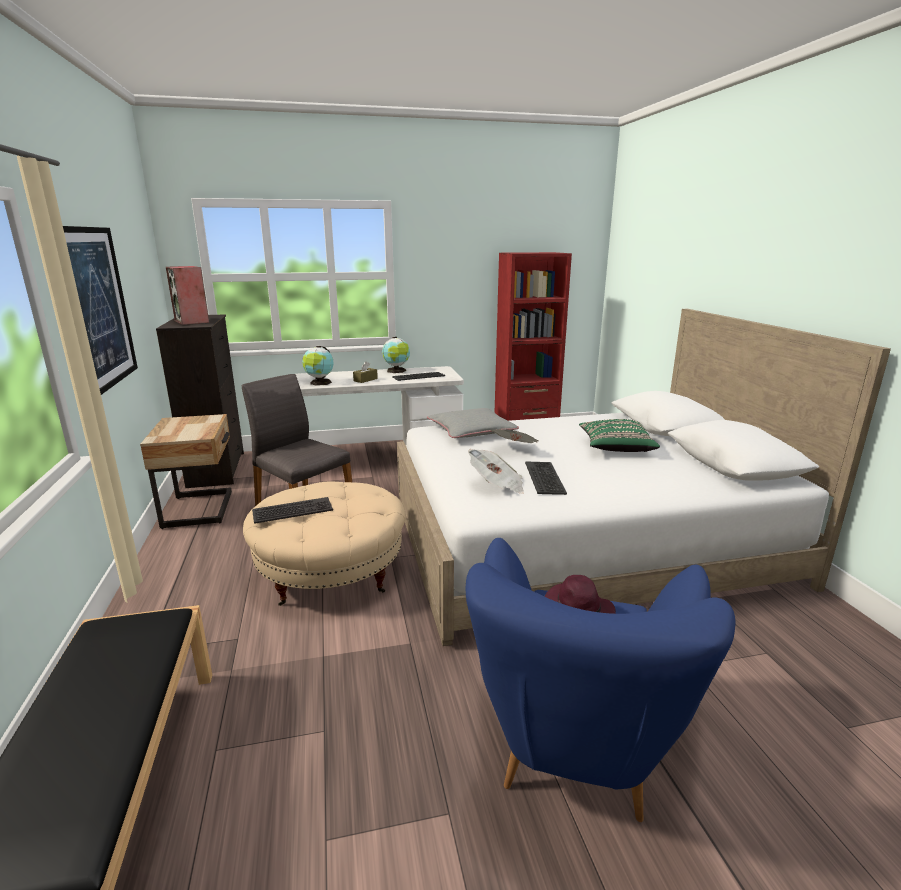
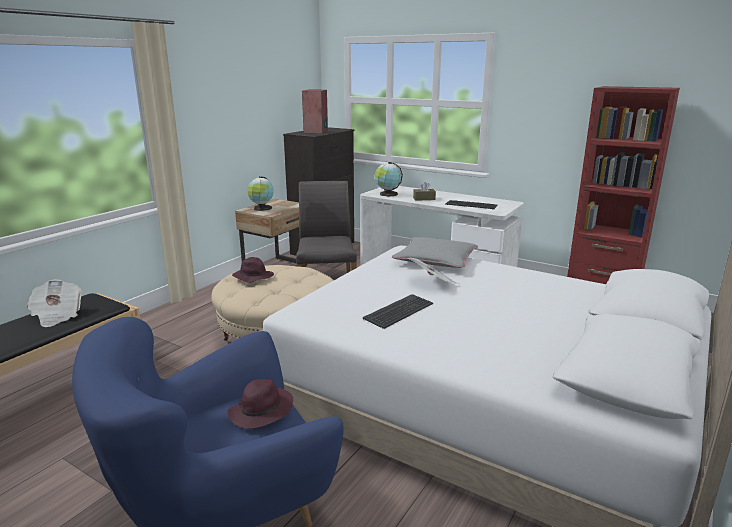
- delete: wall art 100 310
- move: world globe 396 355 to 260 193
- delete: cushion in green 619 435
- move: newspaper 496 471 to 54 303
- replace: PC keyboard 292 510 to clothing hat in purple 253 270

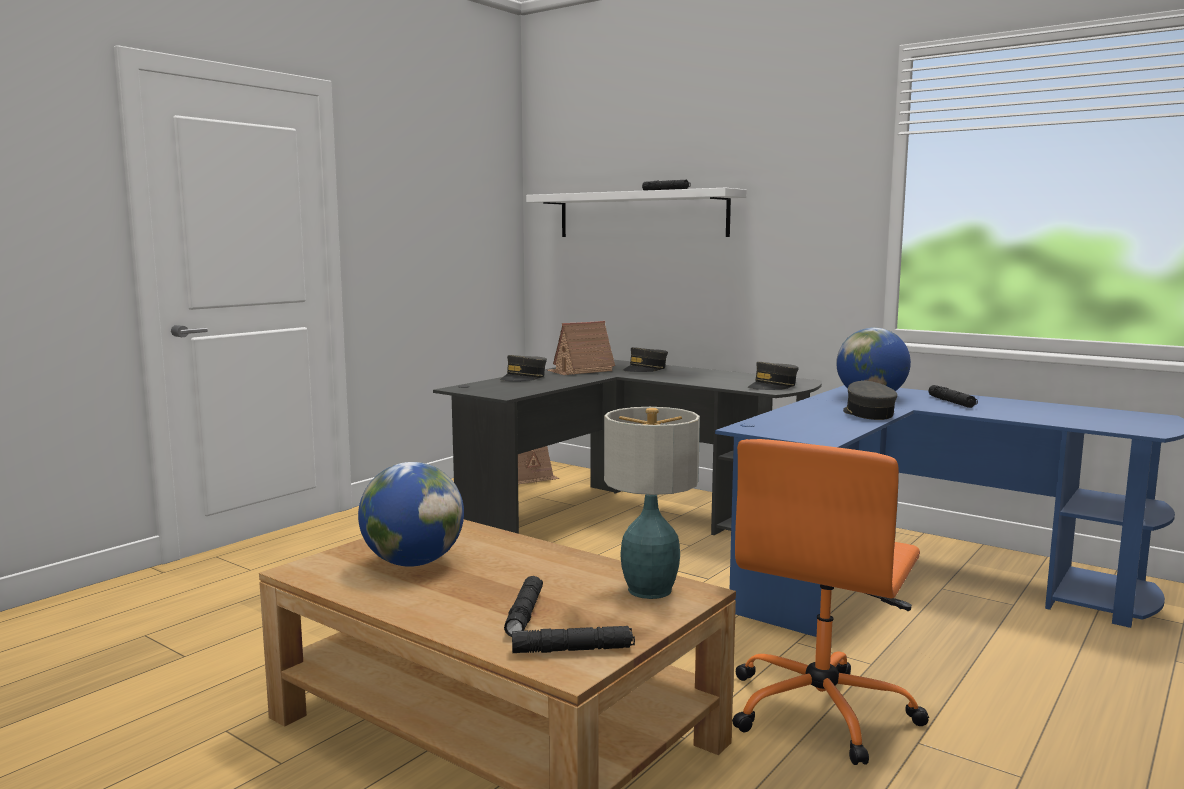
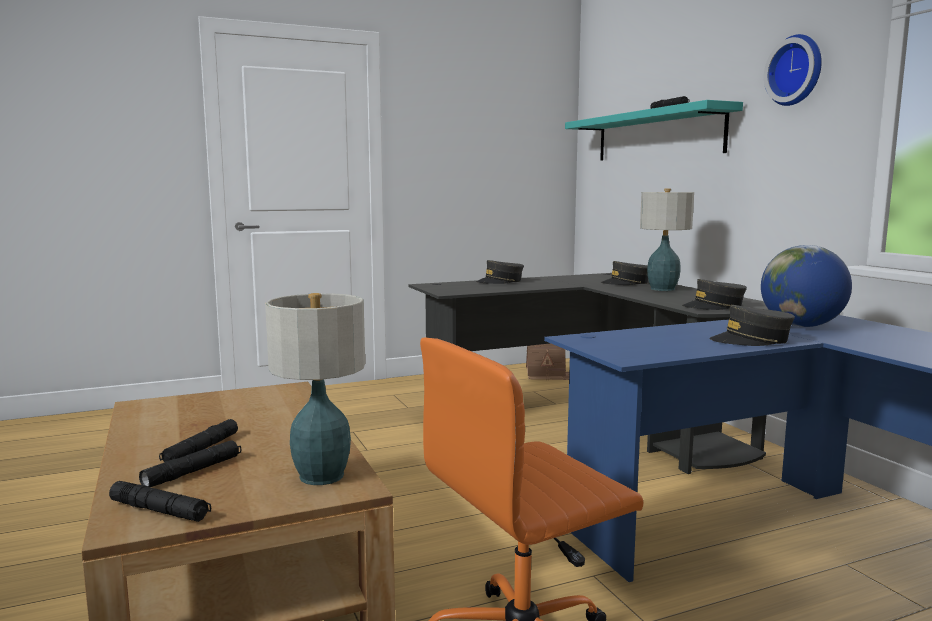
- recolor: wall shelf in white-coloured 636 212 to wall shelf in turquoise-coloured 654 130
- delete: model house 581 348
- rotate: cap in gray 870 400 = 752 325 120 degrees counterclockwise
- move: hand torch in black-coloured 953 396 to 198 440
- delete: world globe 411 514
- insert: wall clock 793 70
- insert: lamp for a table 667 239

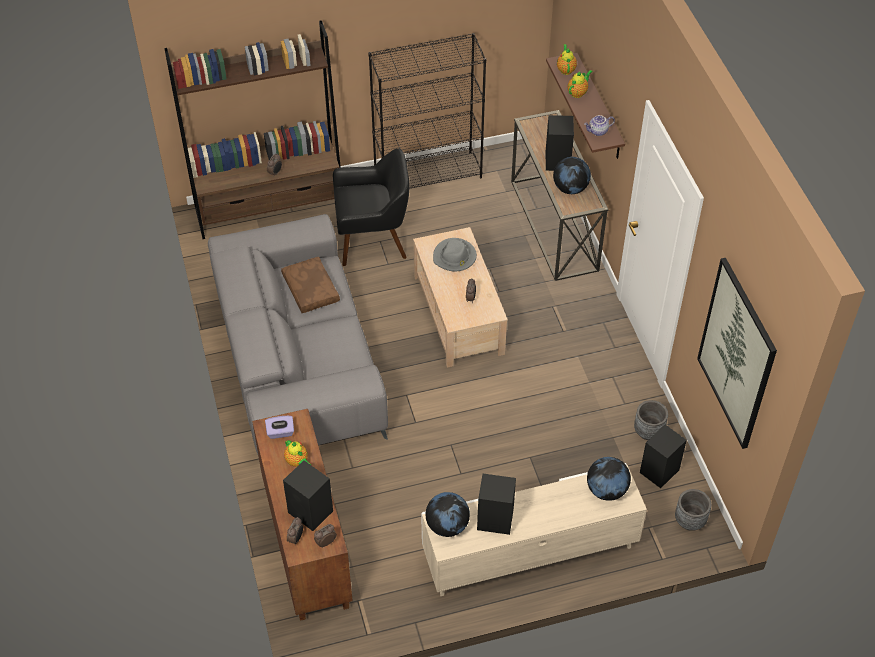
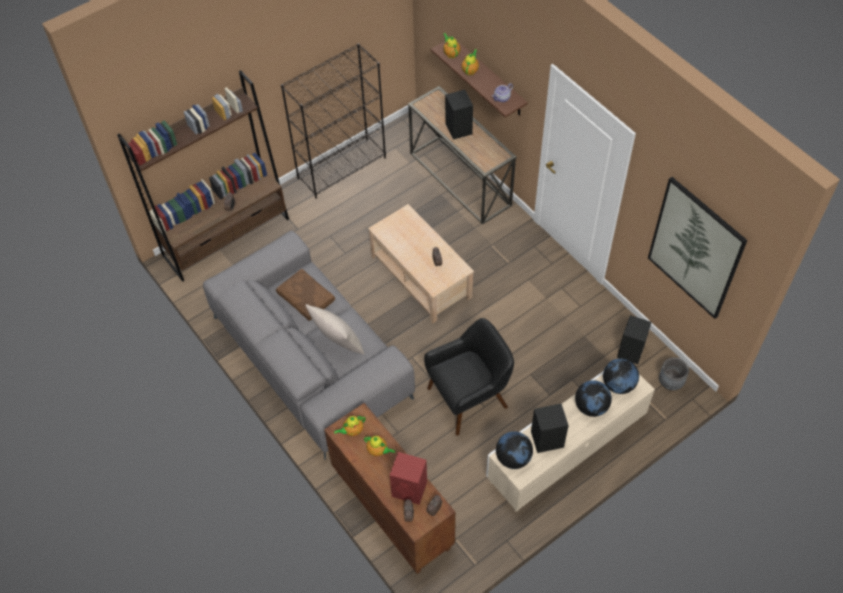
- move: armchair in black-coloured 371 207 to 469 376
- move: world globe 572 175 to 593 398
- delete: clothing hat in gray 455 254
- delete: planter in gray 651 420
- replace: tissue holder in purple 279 427 to tea pot 350 426
- recolor: audio speaker in black-coloured 308 495 to audio speaker in reddish 408 478
- insert: cushion in sand-coloured 334 329

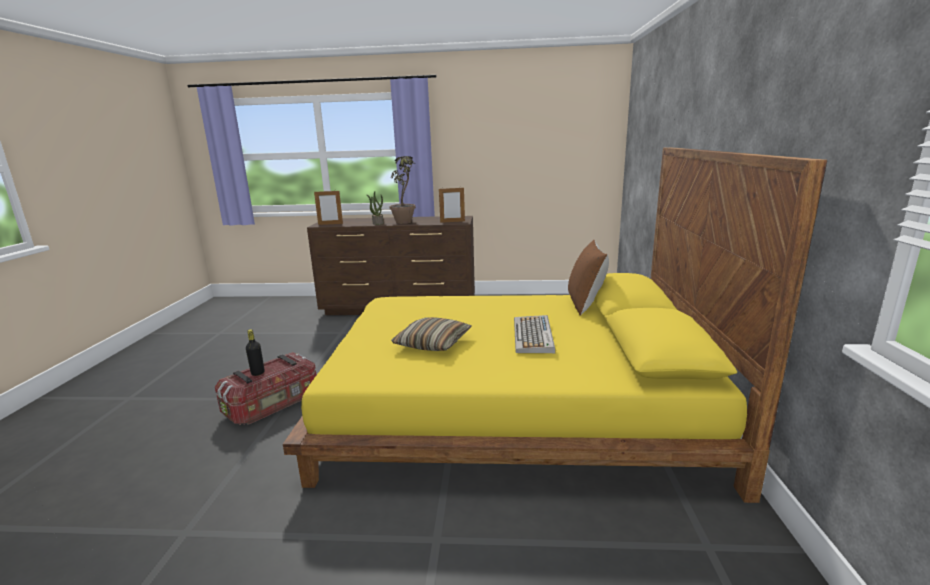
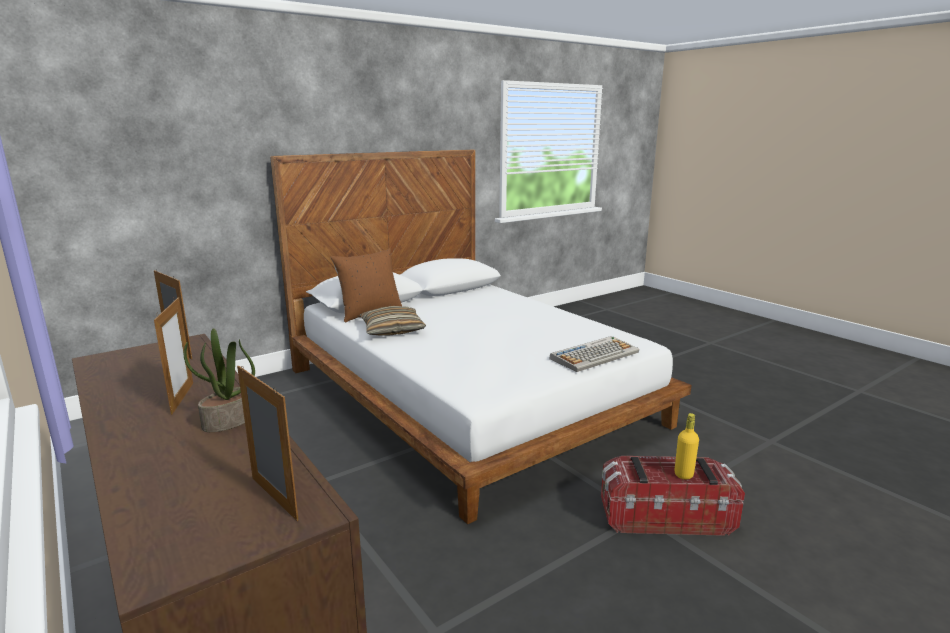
- recolor: sleeping bed in yellow 555 325 to sleeping bed in white-coloured 481 336
- replace: houseplant 402 190 to standing frame 173 356
- move: PC keyboard 534 334 to 594 354
- move: cushion 431 334 to 393 321
- recolor: bottle in black-coloured 255 352 to bottle in yellow 687 446

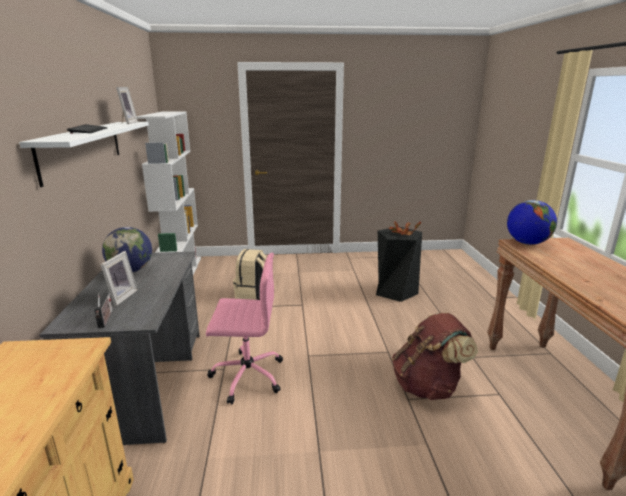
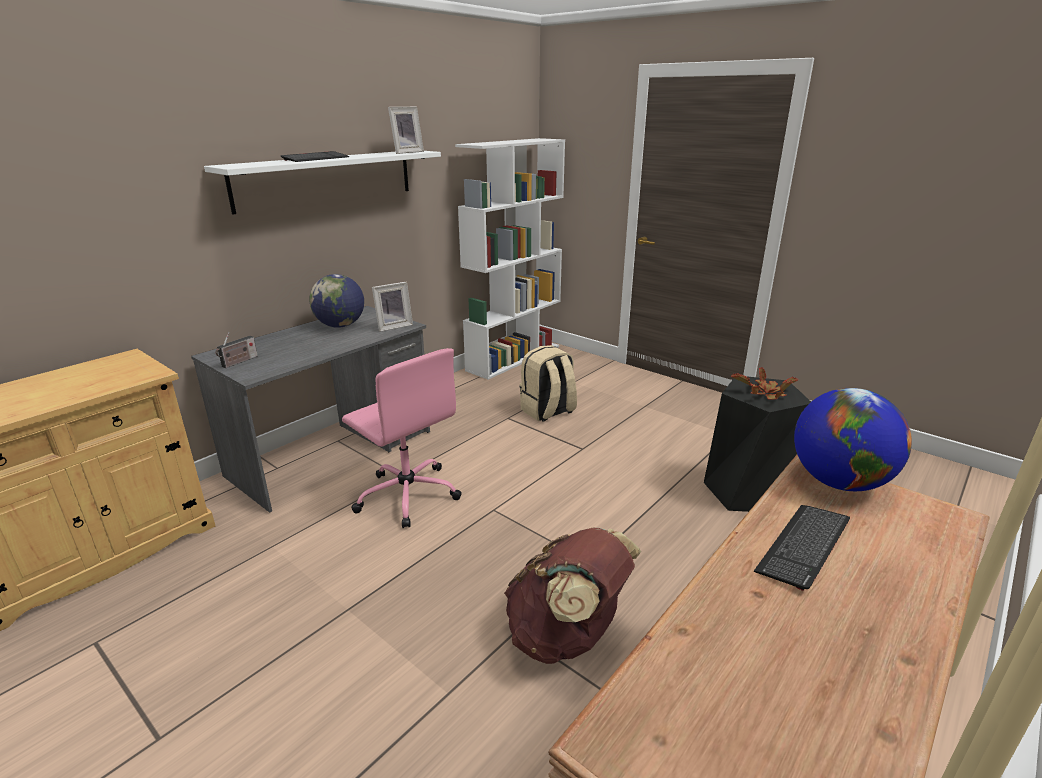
- move: standing frame 119 278 to 392 307
- insert: PC keyboard 802 548

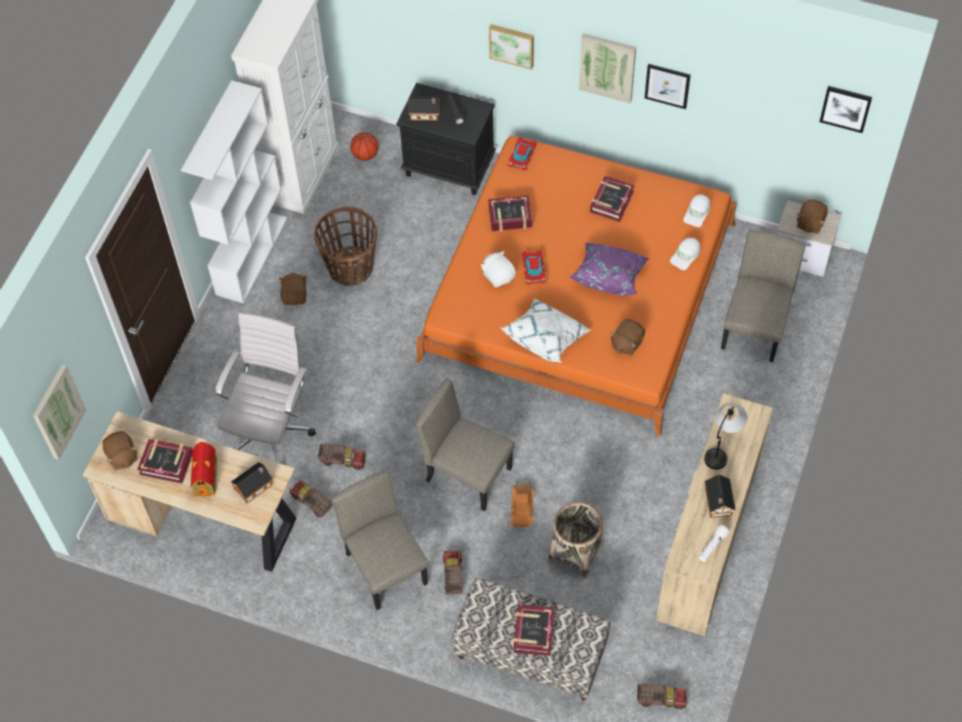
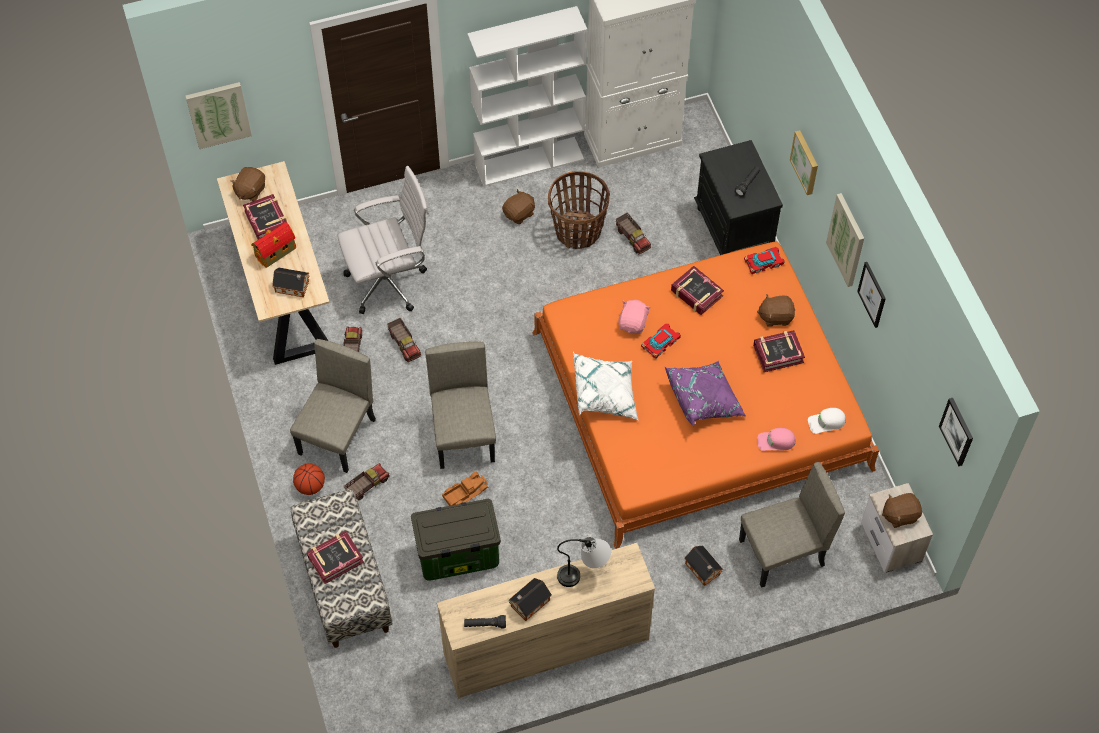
- move: model house 424 108 to 704 565
- move: basketball 364 146 to 309 479
- recolor: cap in white-coloured 685 254 to cap in pinkish 776 439
- recolor: plush toy in white-coloured 498 269 to plush toy in pinkish 634 317
- move: plush toy in brown-coloured 627 337 to 776 310
- replace: basket 576 540 to storage container 456 540
- recolor: hand torch in white-coloured 714 543 to hand torch in black-coloured 485 621
- move: model truck 662 696 to 633 233

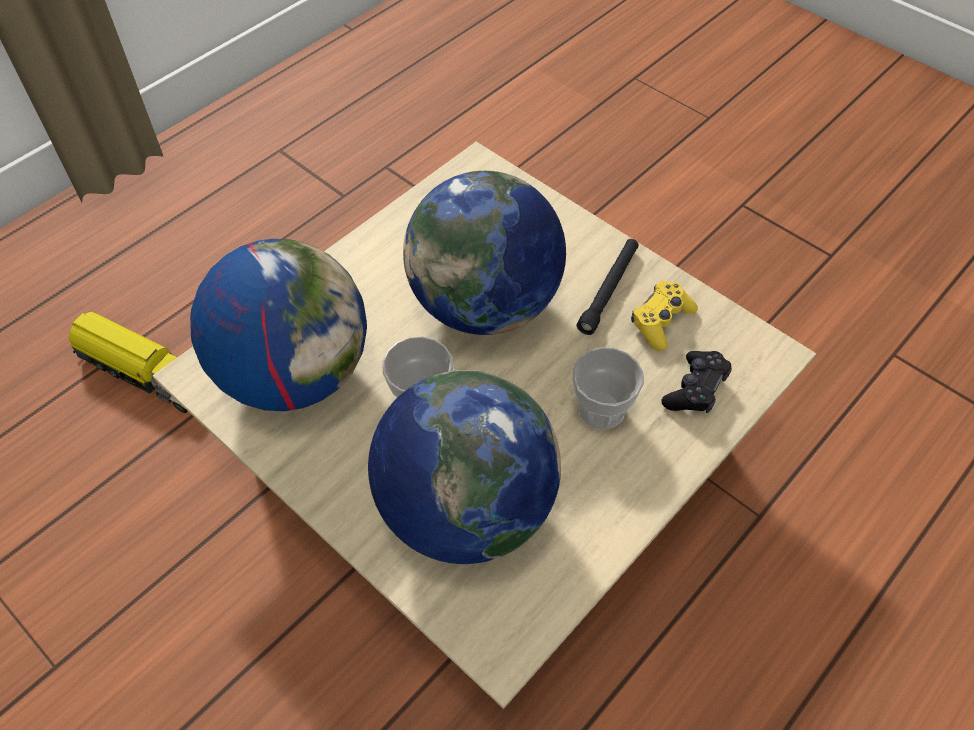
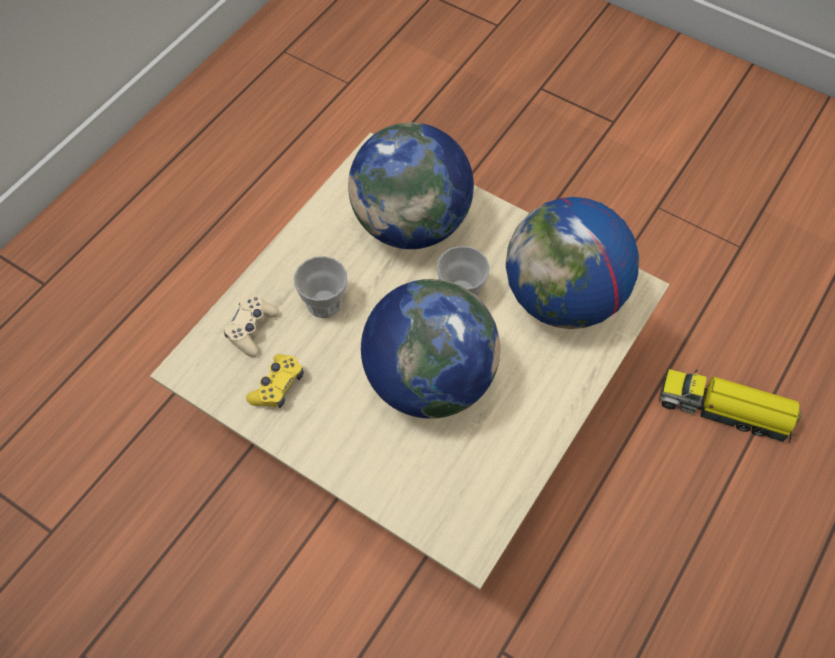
- delete: hand torch in black-coloured 608 287
- recolor: game controller in black-coloured 696 382 to game controller in sand-coloured 251 326

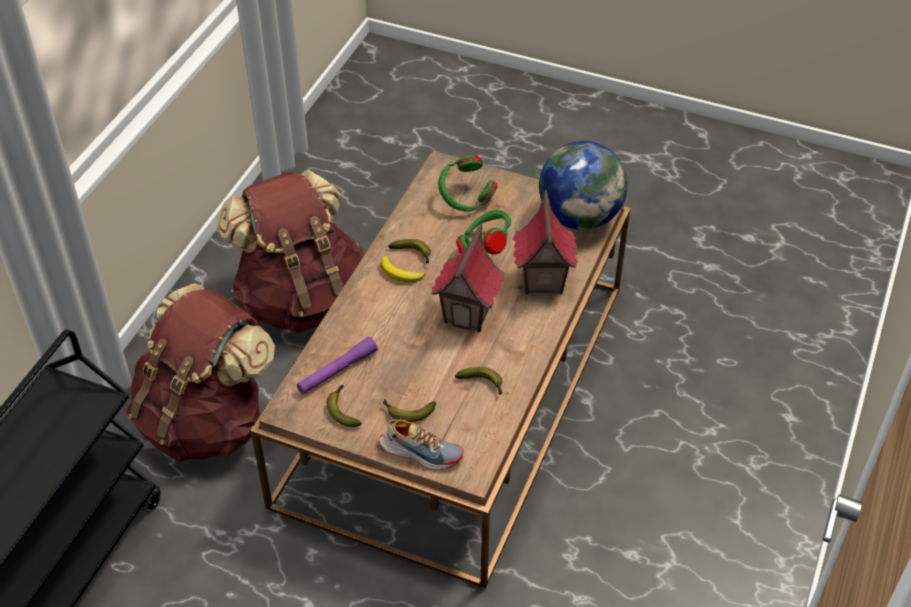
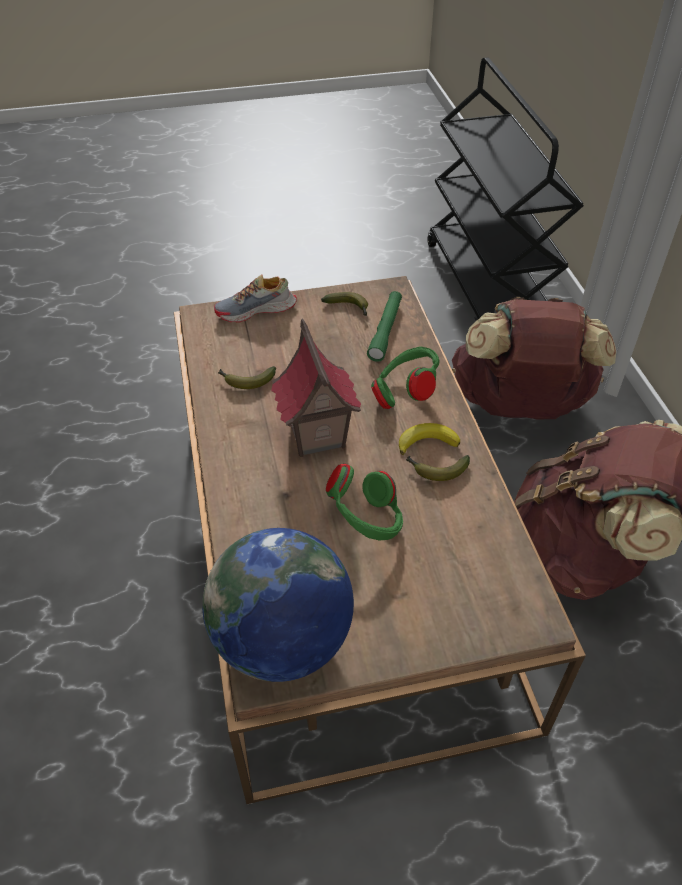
- move: headset in green 468 183 to 405 378
- delete: model house 545 242
- recolor: hand torch in purple 337 365 to hand torch in green 384 326
- delete: banana fruit 409 410

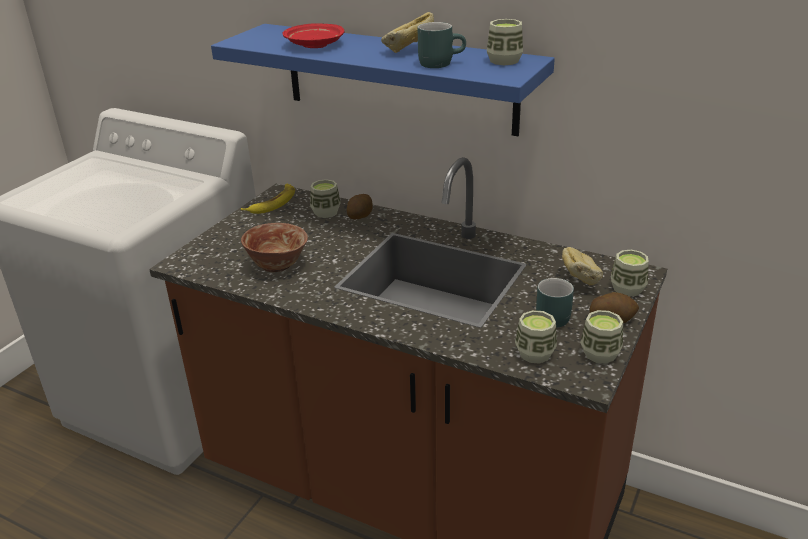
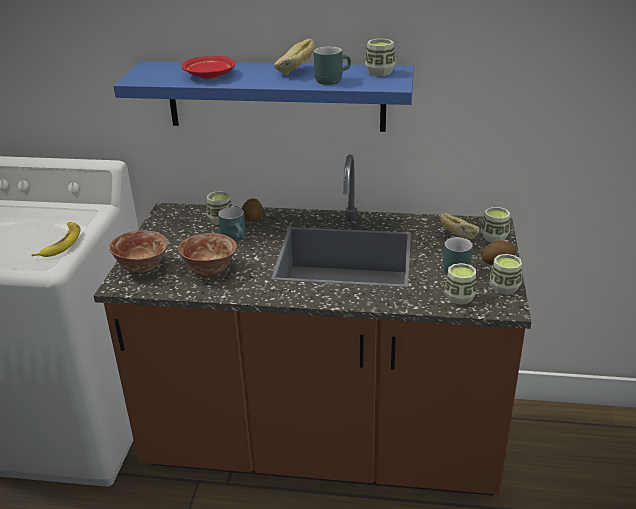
- move: banana fruit 268 199 to 56 239
- insert: coffee mug in turquoise-coloured 231 224
- insert: deep dish 138 252

